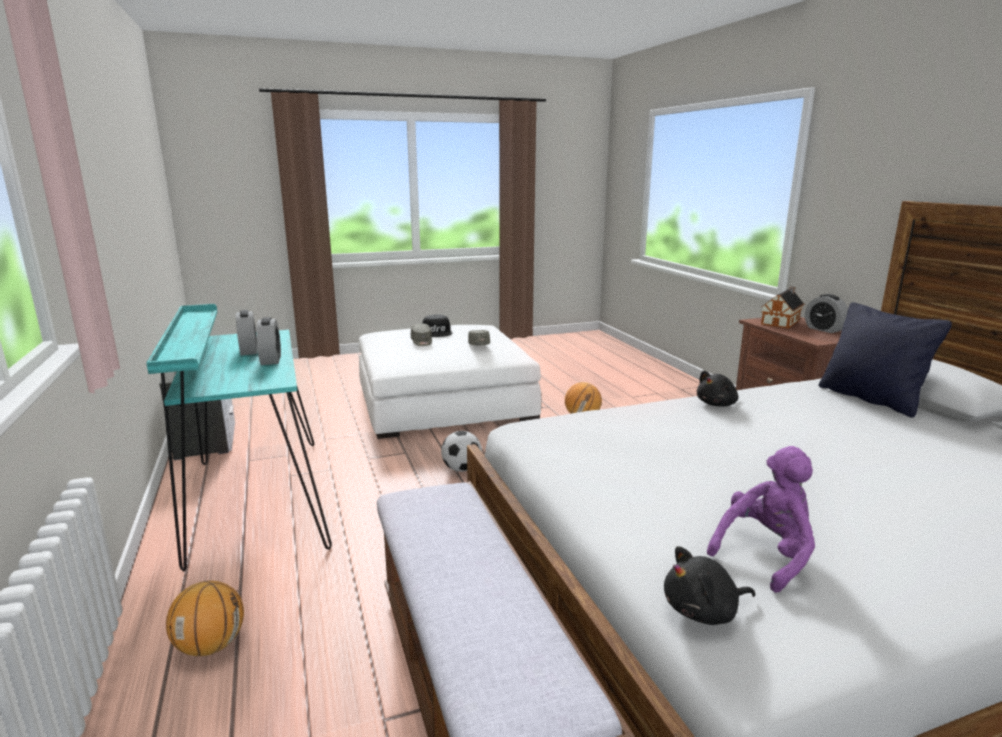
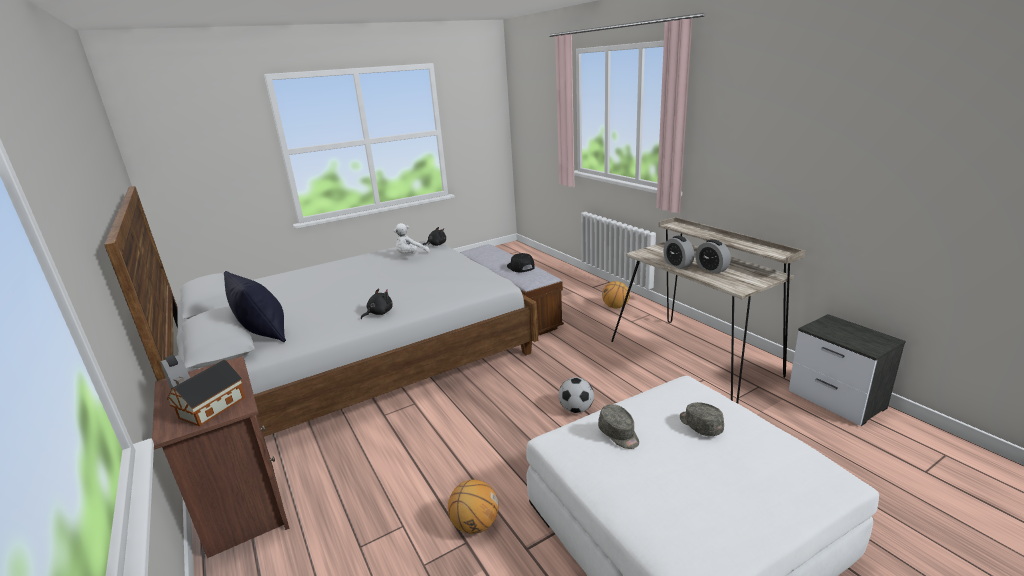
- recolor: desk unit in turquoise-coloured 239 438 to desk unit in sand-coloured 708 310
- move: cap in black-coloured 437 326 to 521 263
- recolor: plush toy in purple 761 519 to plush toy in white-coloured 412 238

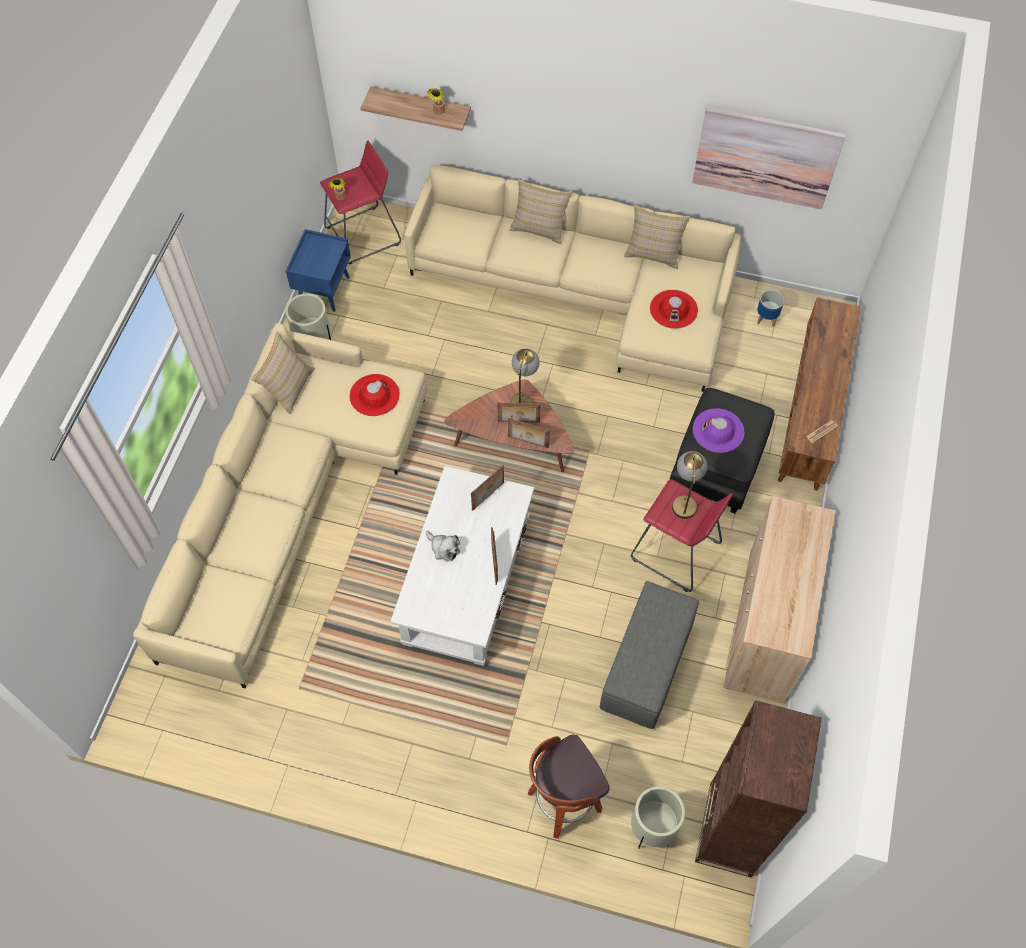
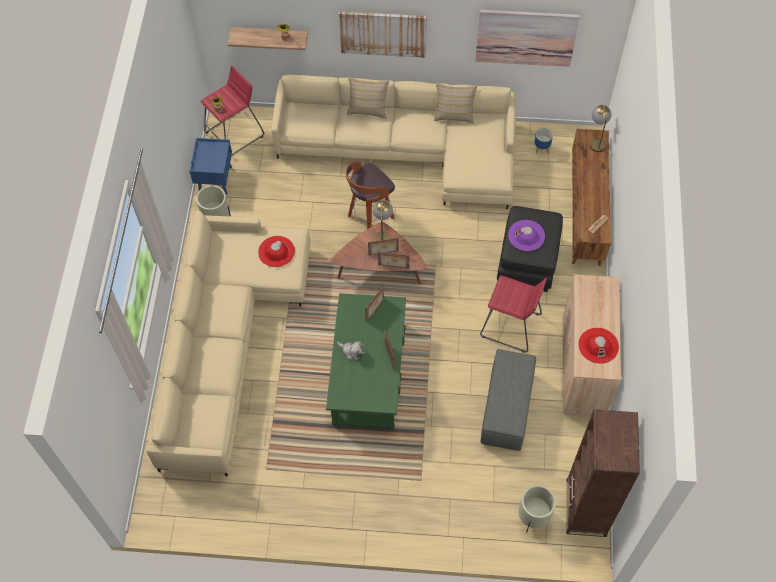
- move: clothing hat in reddish 674 309 to 598 346
- delete: cushion in sand-coloured 283 373
- move: lamp for a table 690 485 to 600 128
- recolor: coffee table in white-coloured 462 566 to coffee table in green 366 361
- move: sitting stool 569 787 to 370 195
- insert: wall art 383 34

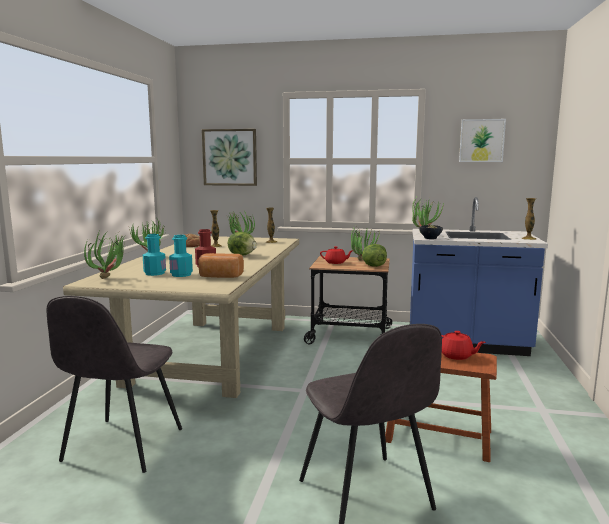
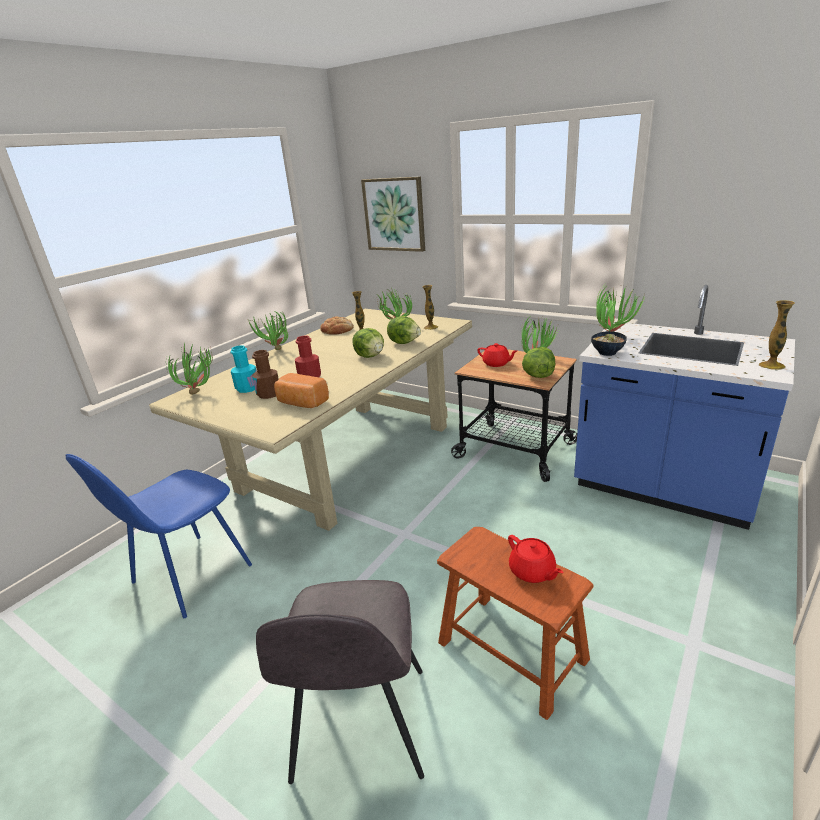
- delete: wall art 482 140
- recolor: bottle in turquoise-coloured 181 256 to bottle in brown-coloured 265 374
- recolor: upright chair in gray 114 384 to upright chair in blue 158 536
- insert: head of lettuce 404 330

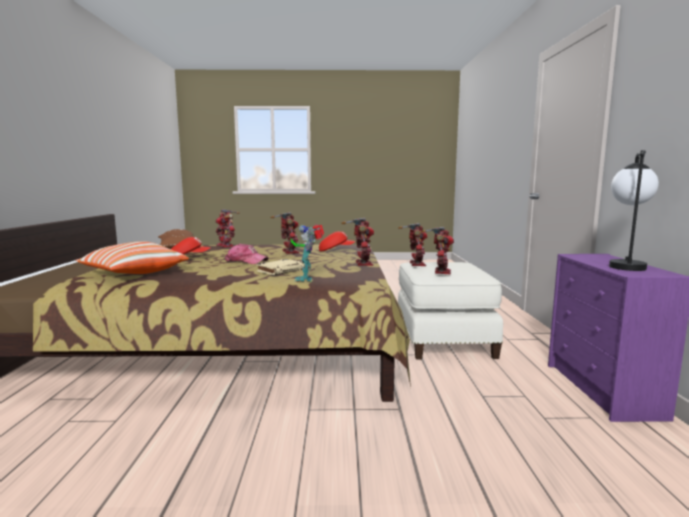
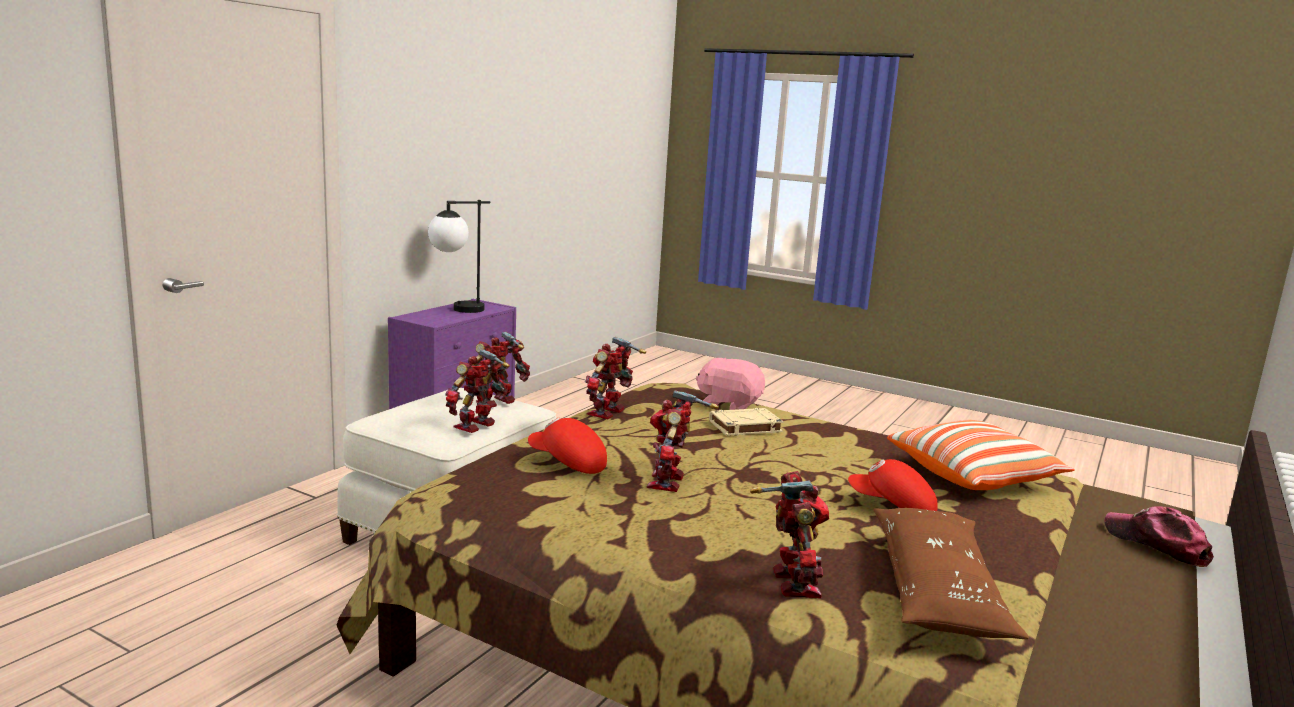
- replace: toy robot 307 253 to plush toy in pinkish 730 384
- move: cap 247 253 to 1159 536

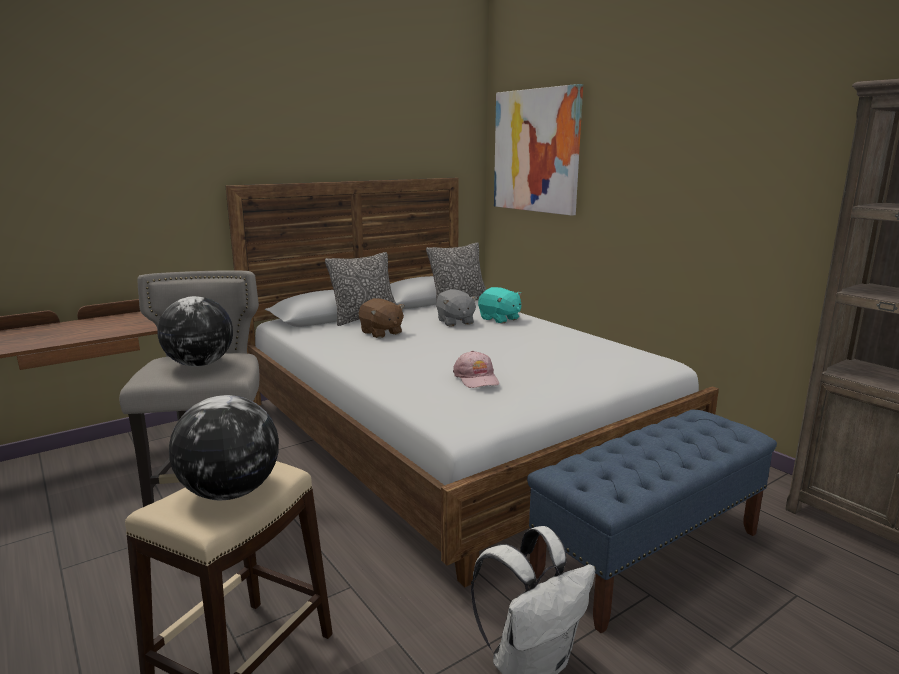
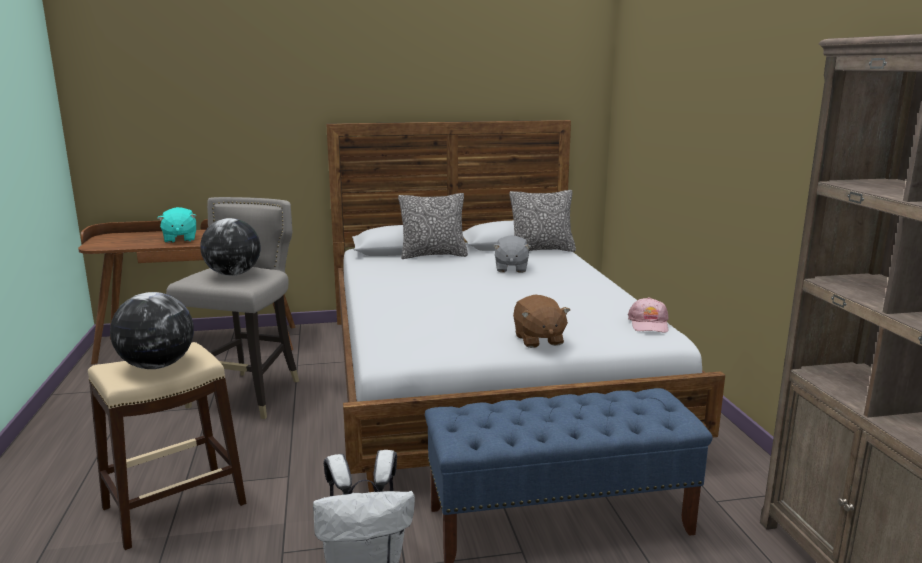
- delete: wall art 538 150
- move: plush toy in turquoise-coloured 500 305 to 176 225
- move: plush toy in brown-coloured 381 318 to 541 321
- move: cap in pinkish 476 369 to 648 315

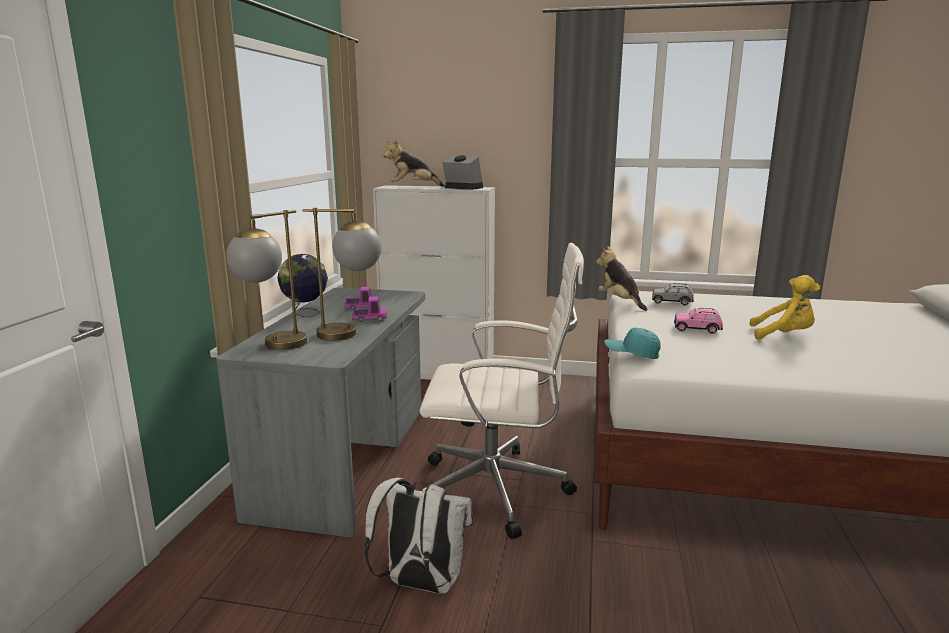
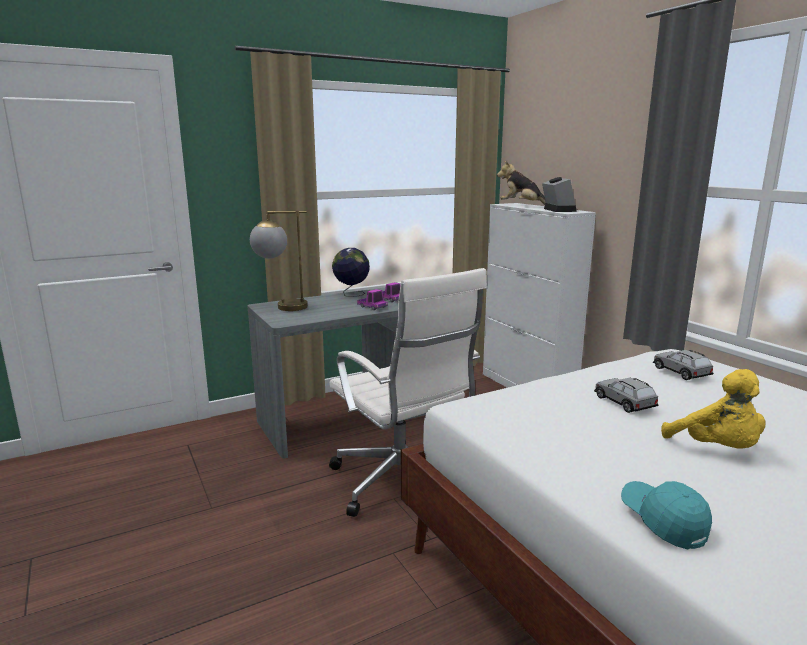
- delete: lamp for a table 342 274
- delete: plush toy 621 278
- recolor: toy car in pinkish 698 321 to toy car in gray 626 395
- move: cap in turquoise-coloured 632 343 to 666 515
- delete: backpack in white-coloured 418 536

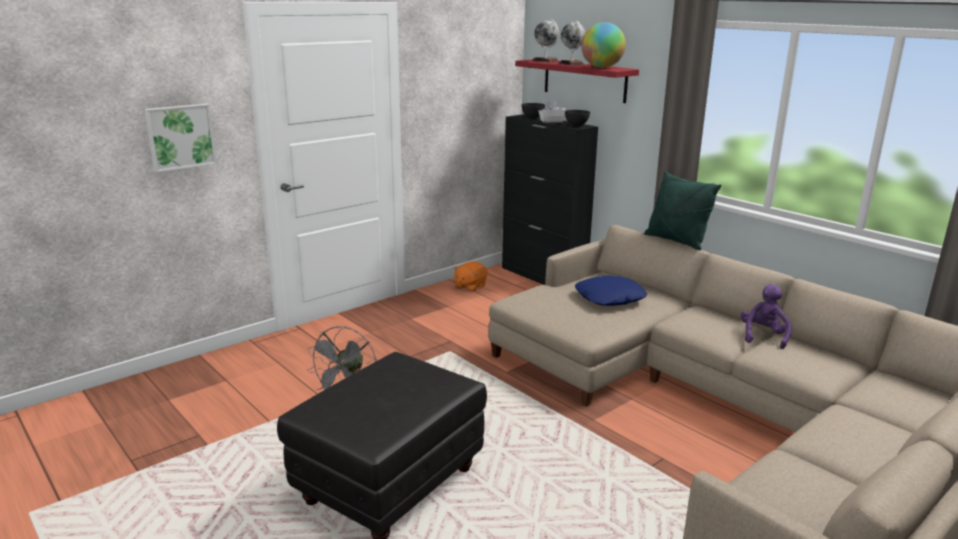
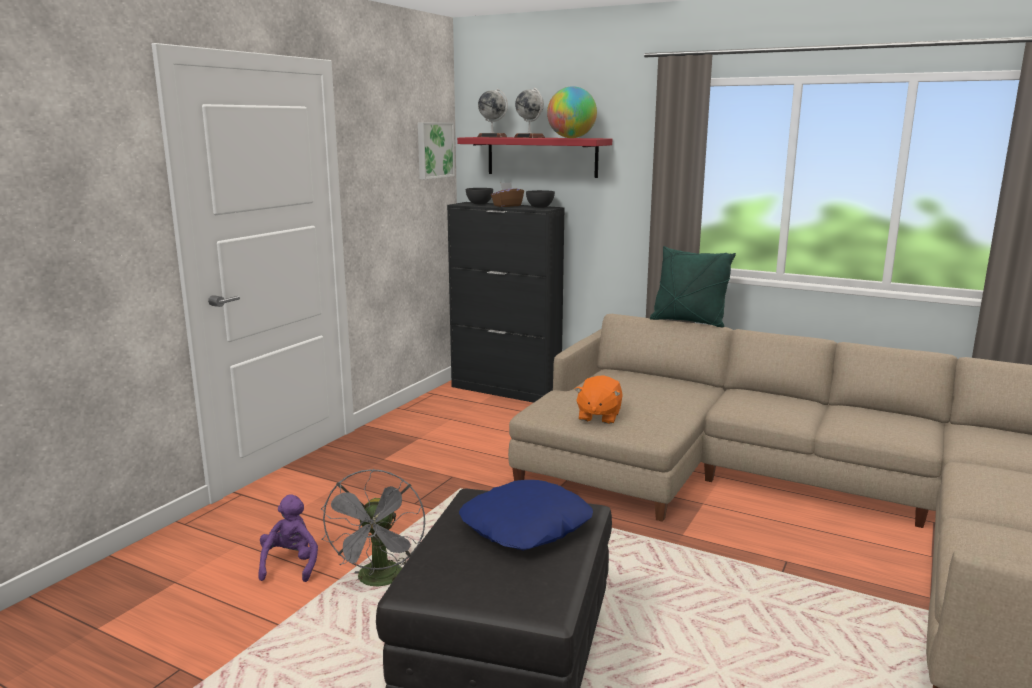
- recolor: tissue holder in white-coloured 552 112 to tissue holder in brown-coloured 507 194
- move: wall art 180 138 to 436 150
- move: plush toy in orangey 470 276 to 599 399
- move: cushion in blue 611 291 to 526 515
- move: plush toy in purple 766 316 to 288 538

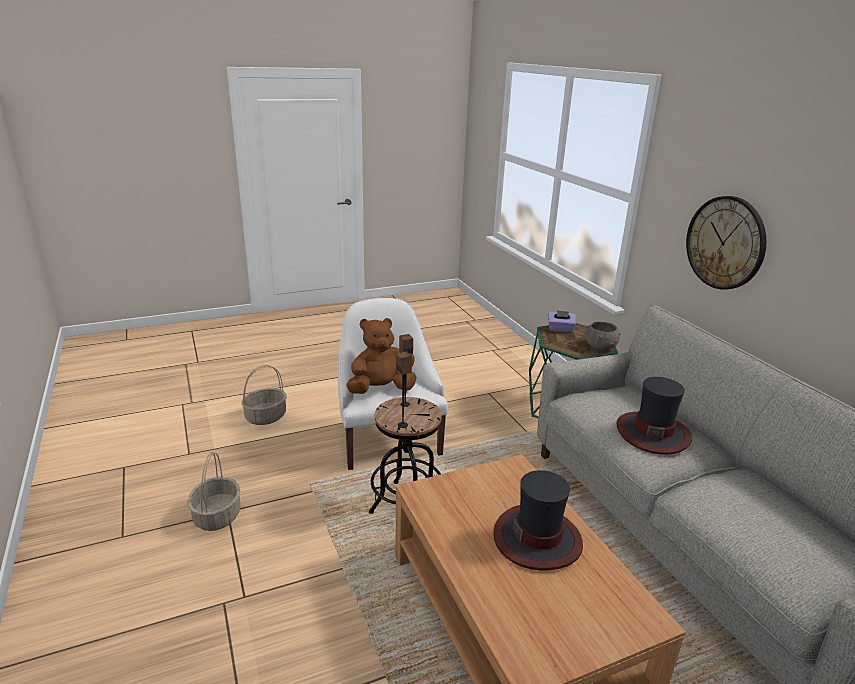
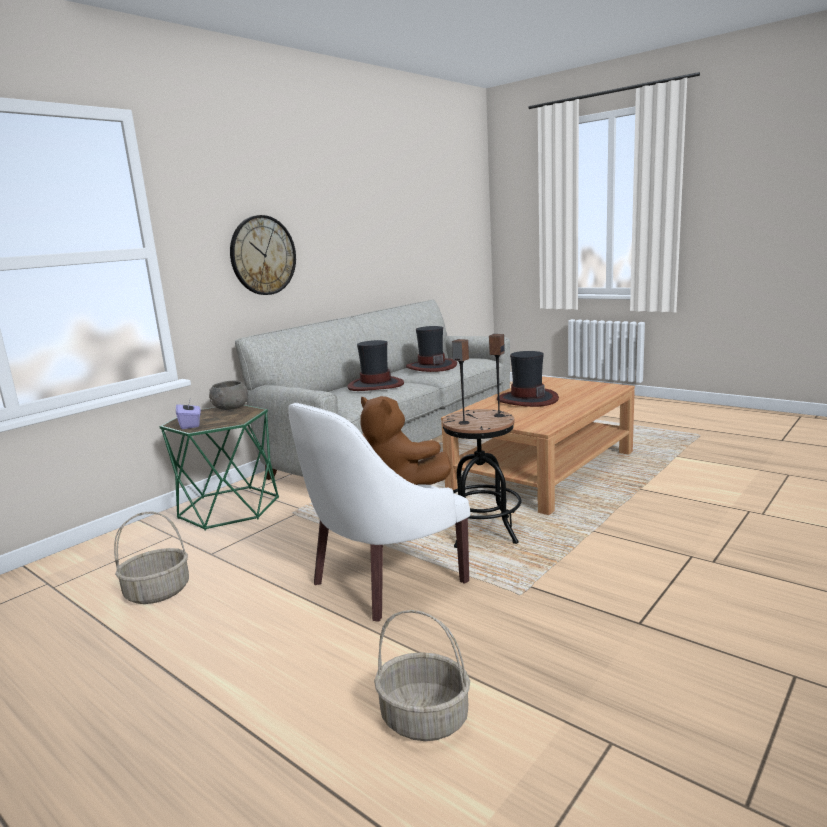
- move: basket 214 491 to 151 558
- insert: clothing hat 431 349

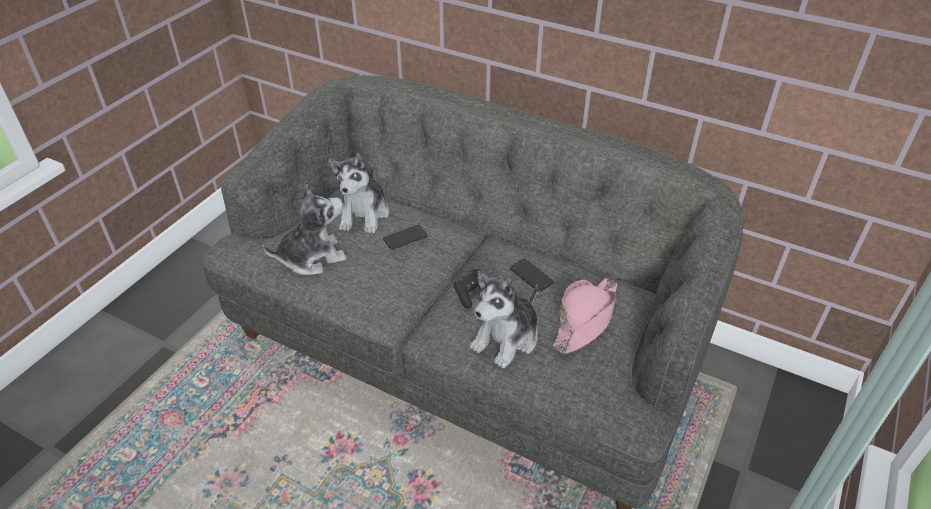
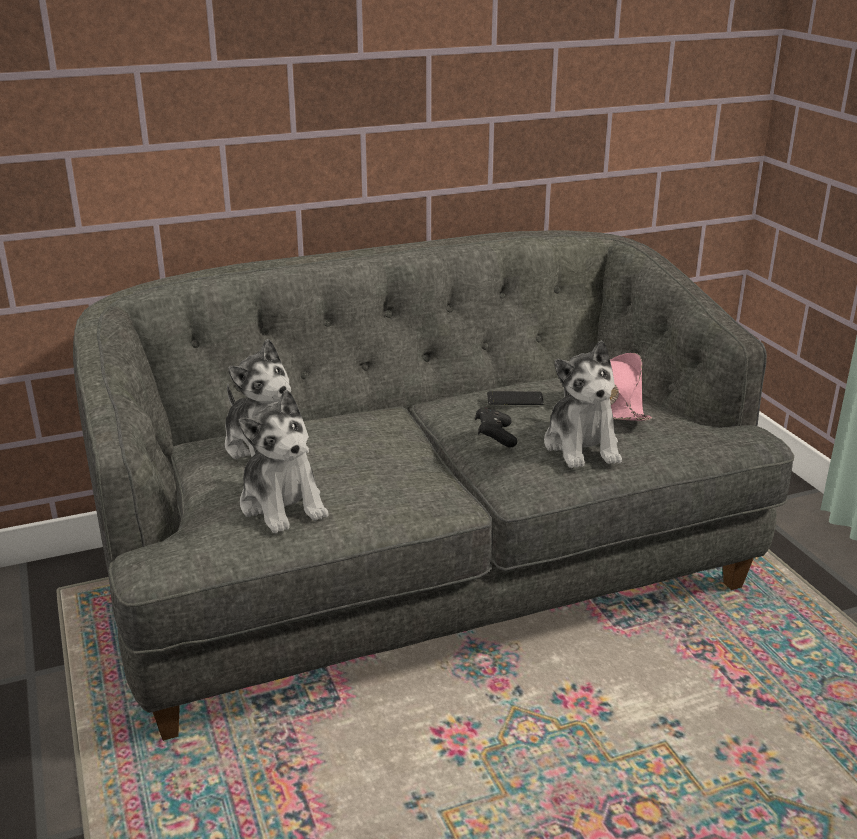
- rotate: plush toy 305 230 = 284 461 135 degrees clockwise
- delete: phone 405 237

